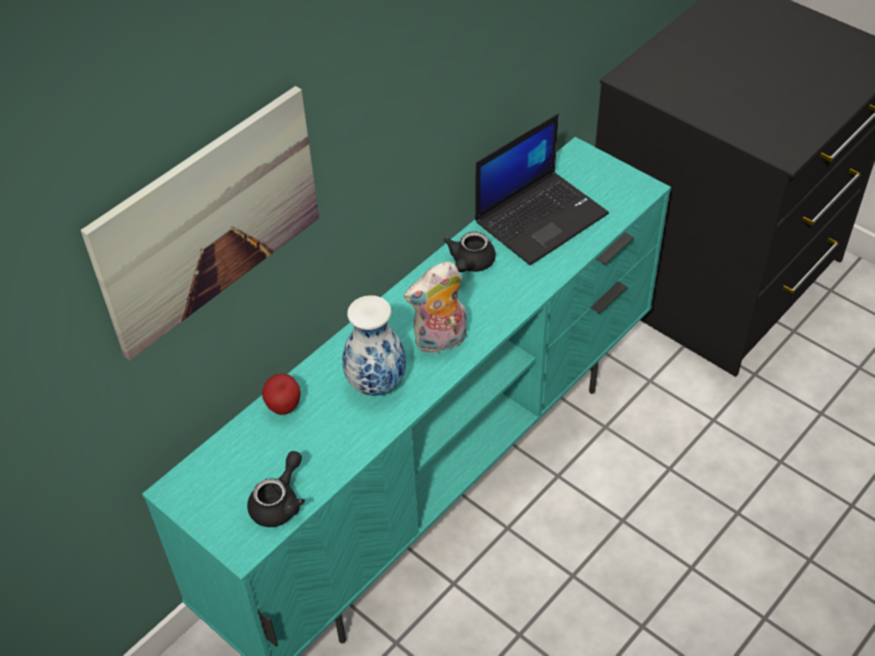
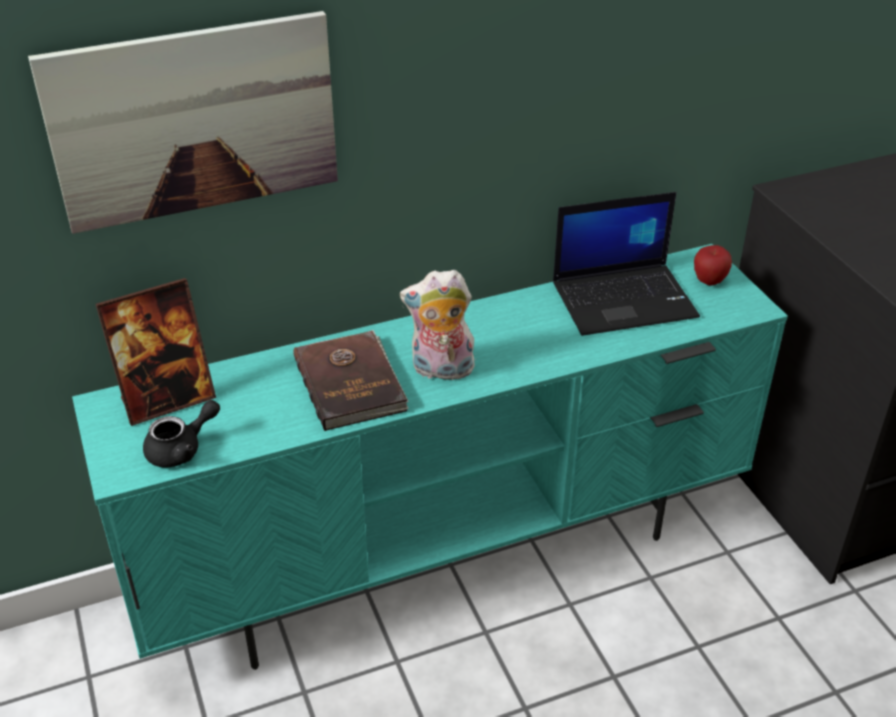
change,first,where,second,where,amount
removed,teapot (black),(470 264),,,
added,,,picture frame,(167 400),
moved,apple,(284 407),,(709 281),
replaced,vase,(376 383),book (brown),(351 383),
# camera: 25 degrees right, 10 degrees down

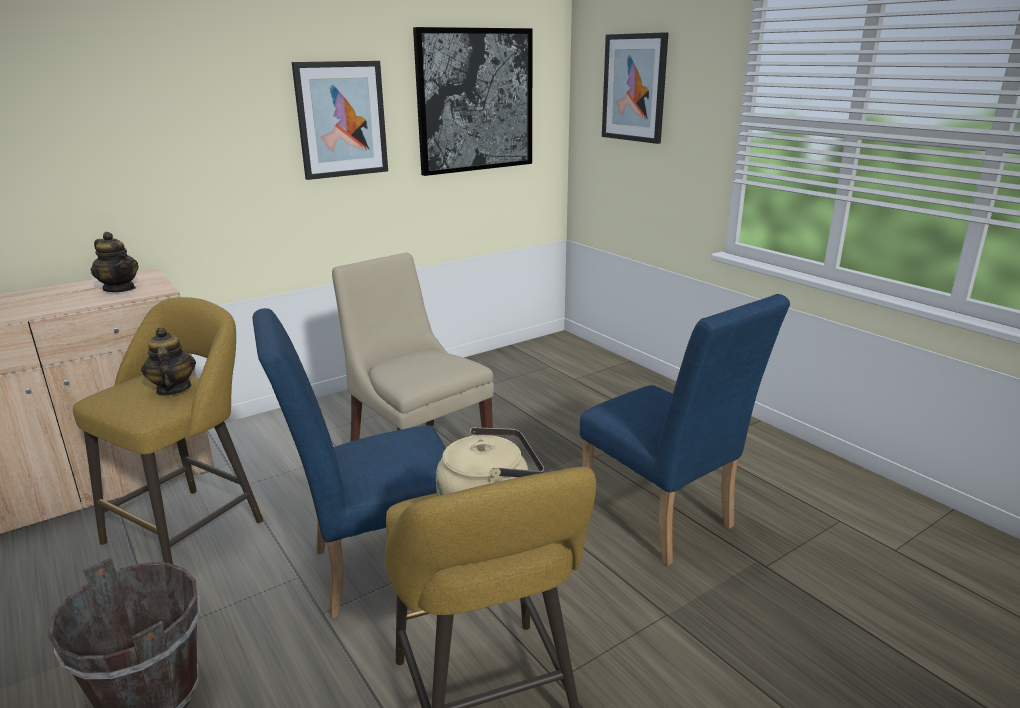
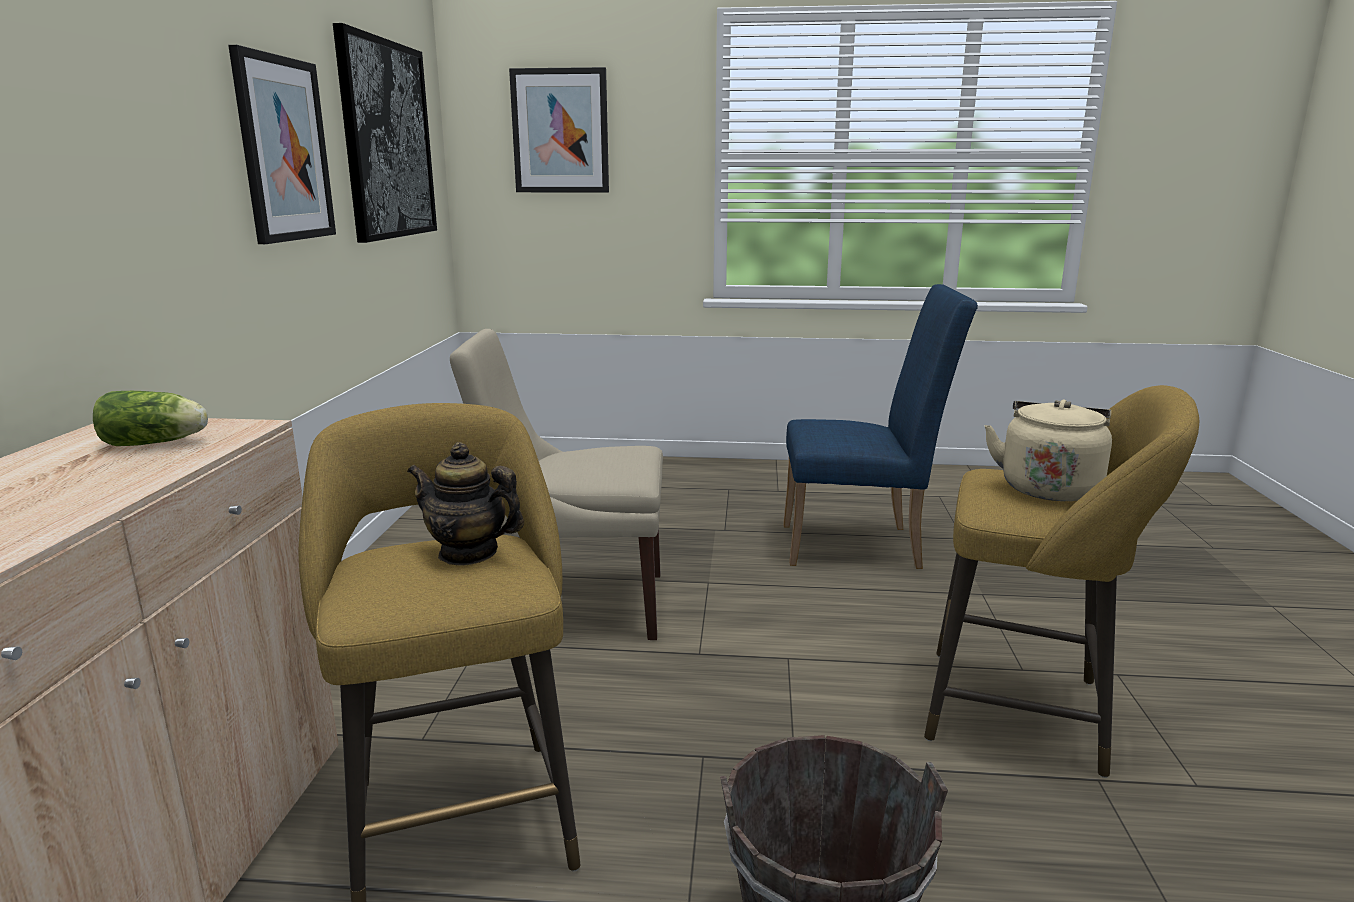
change,first,where,second,where,amount
removed,chair (blue),(375 568),,,
replaced,teapot,(120 289),lettuce,(157 443),
# camera: 50 degrees left, 5 degrees down

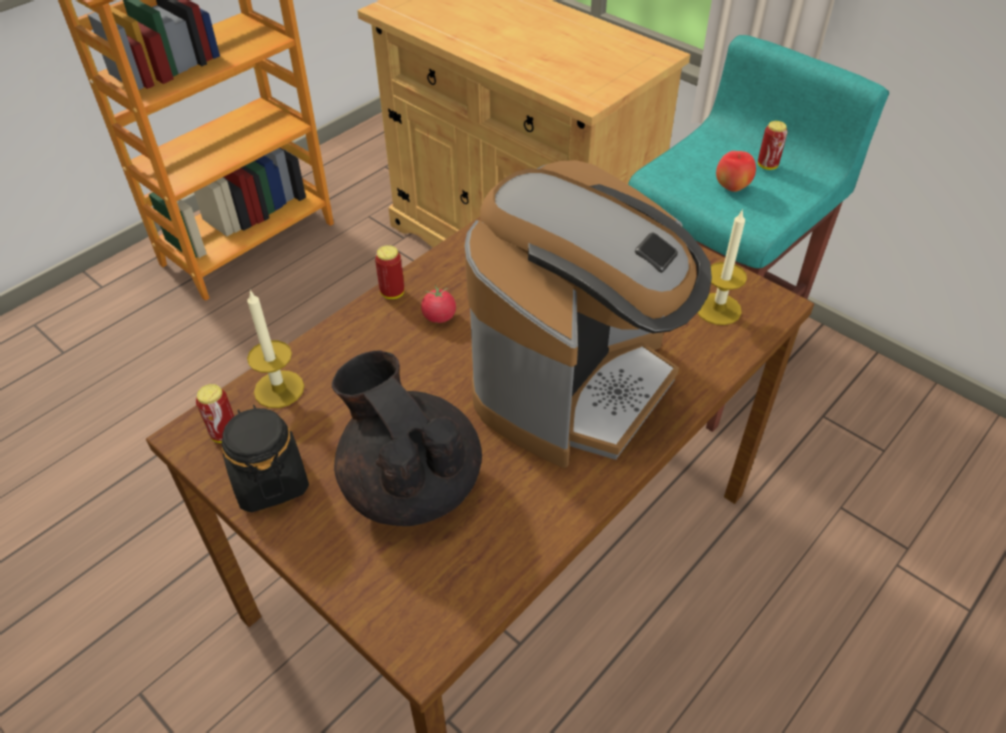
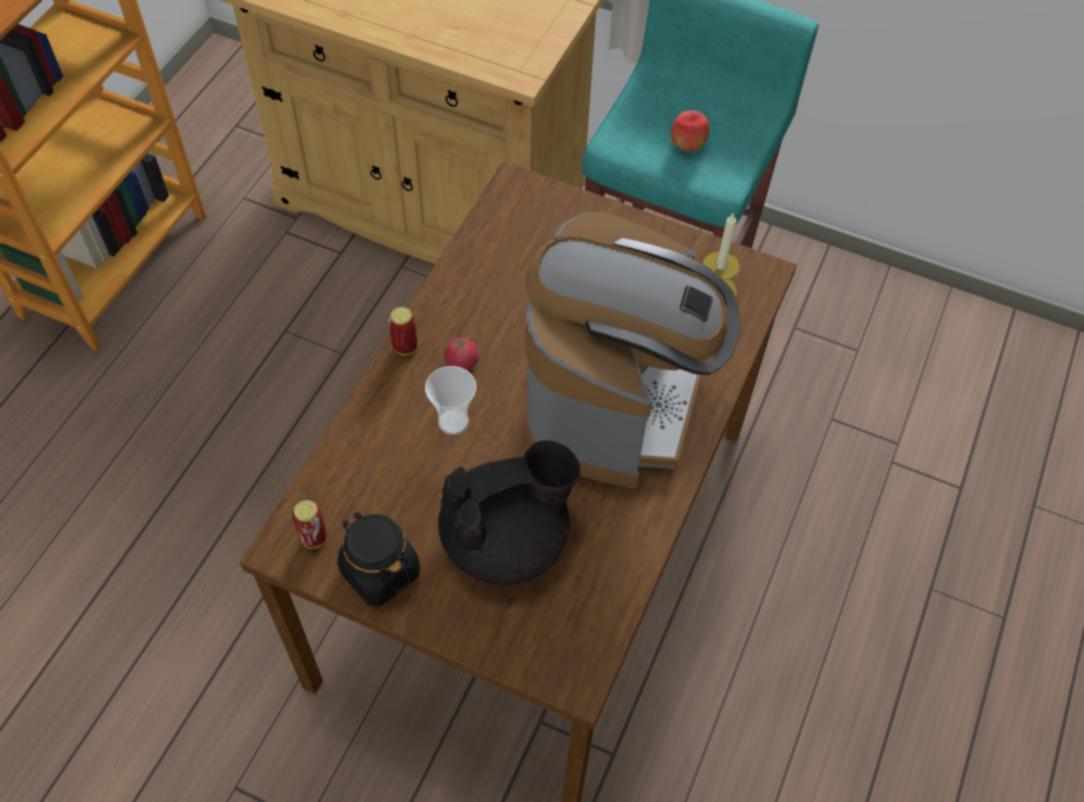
change,first,where,second,where,amount
removed,candle,(279 389),,,
removed,can,(767 165),,,
added,,,cup,(453 421),
turned,teapot (black),(410 484),,(507 539),120 degrees clockwise
# camera: 20 degrees left, 10 degrees up

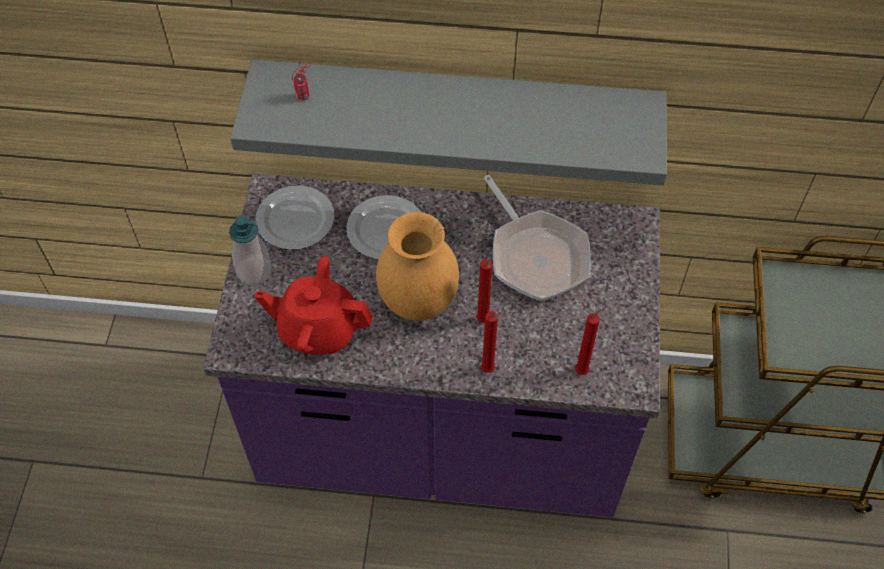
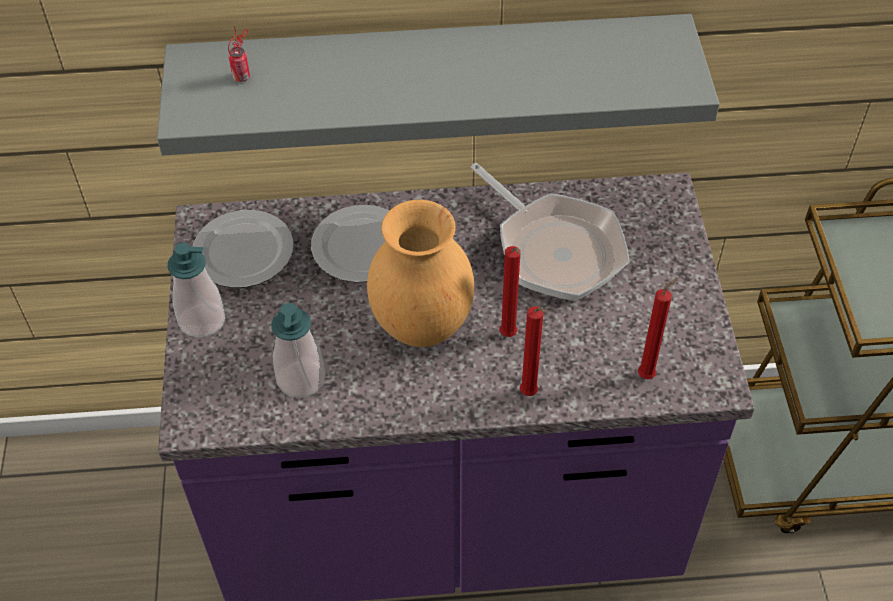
change,first,where,second,where,amount
replaced,teapot (red),(318 329),soap dispenser,(301 379),
# camera: 10 degrees left, 5 degrees down

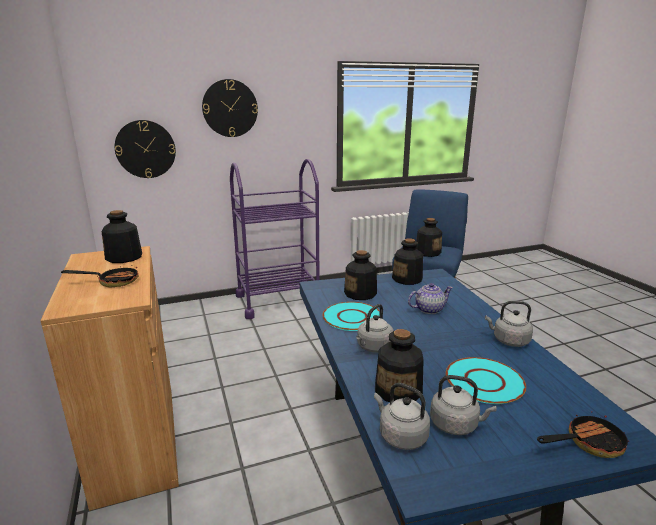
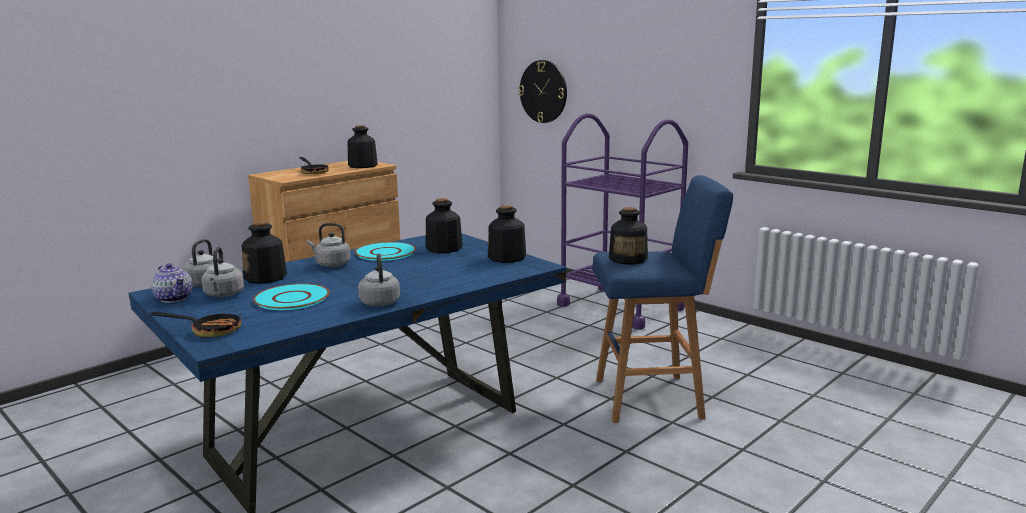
change,first,where,second,where,amount
removed,wall clock,(230 108),,,
moved,teapot,(428 309),,(174 298),
turned,frying pan,(588 443),,(209 331),45 degrees counterclockwise
# camera: 65 degrees right, 5 degrees down

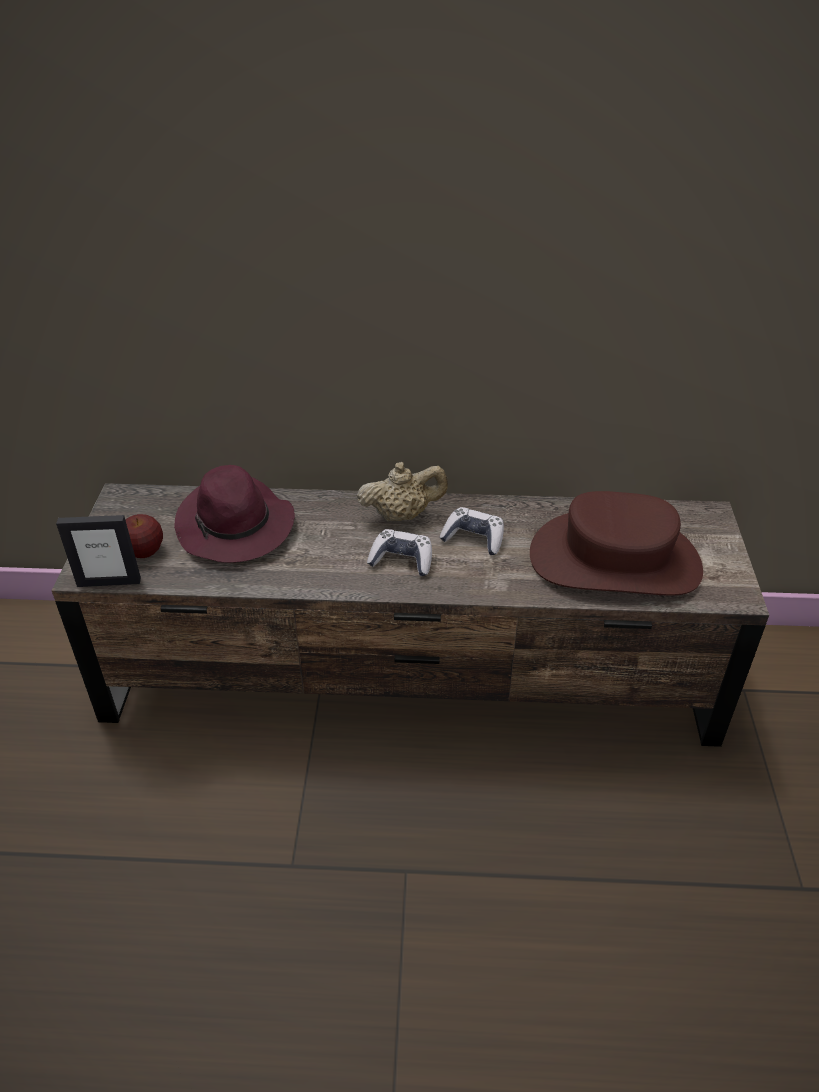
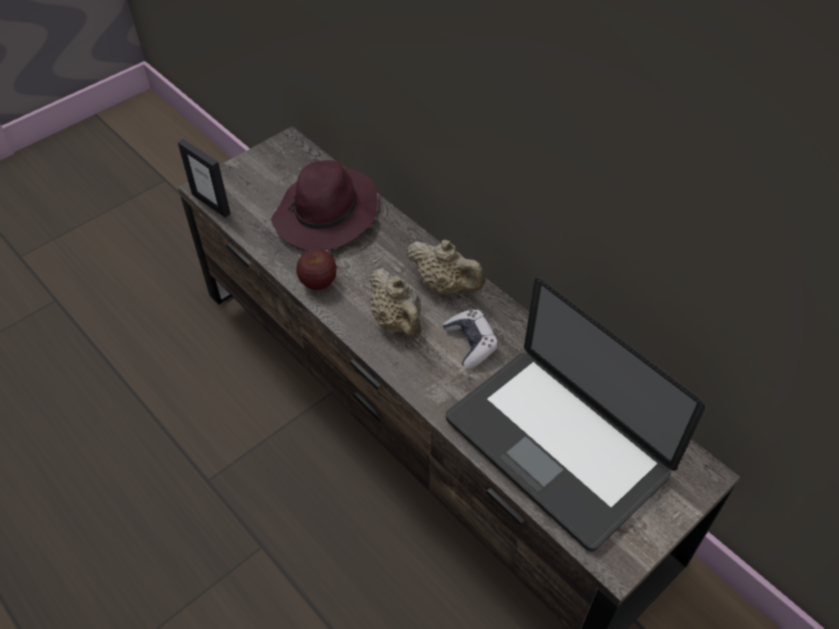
change,first,where,second,where,amount
moved,apple,(144 552),,(318 282),
replaced,game controller,(401 560),teapot (beige),(398 322),
replaced,hat (brown),(615 560),laptop,(555 447),
# camera: 45 degrees right, 10 degrees up

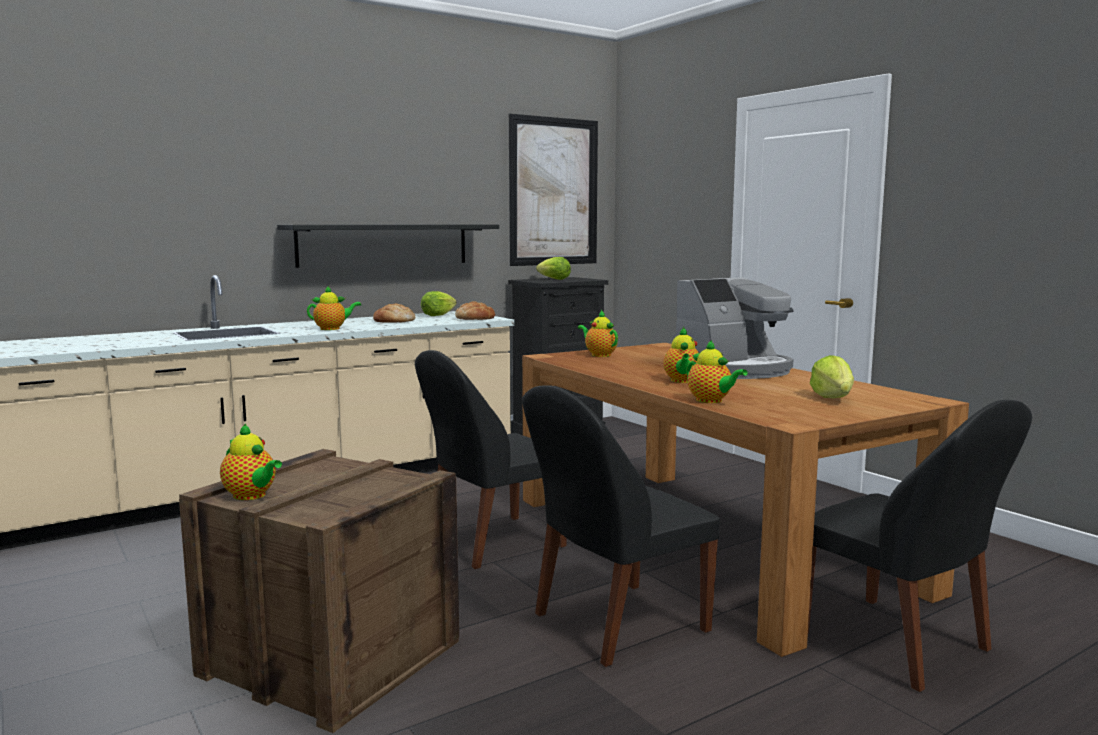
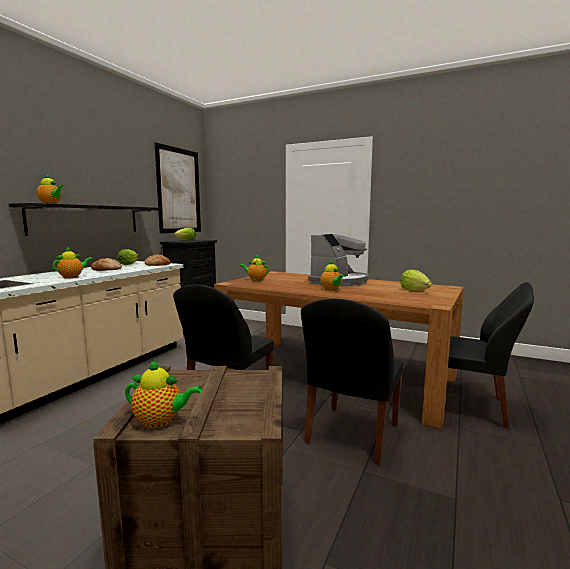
change,first,where,second,where,amount
moved,teapot,(711 401),,(51 203),
# camera: 30 degrees left, 0 degrees up

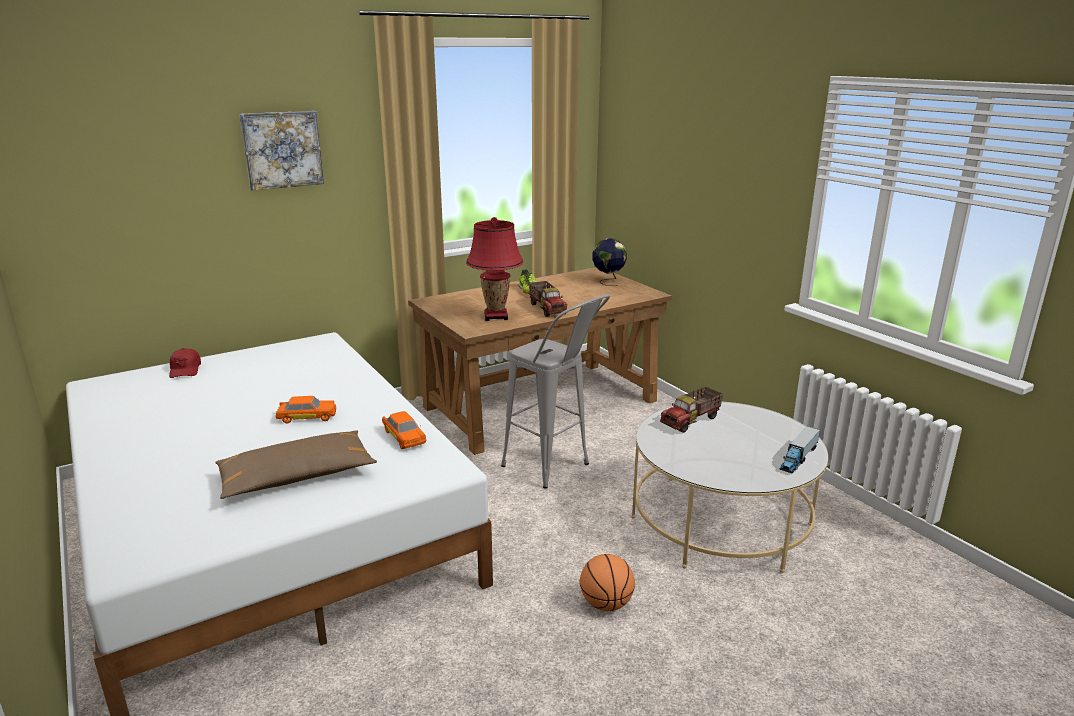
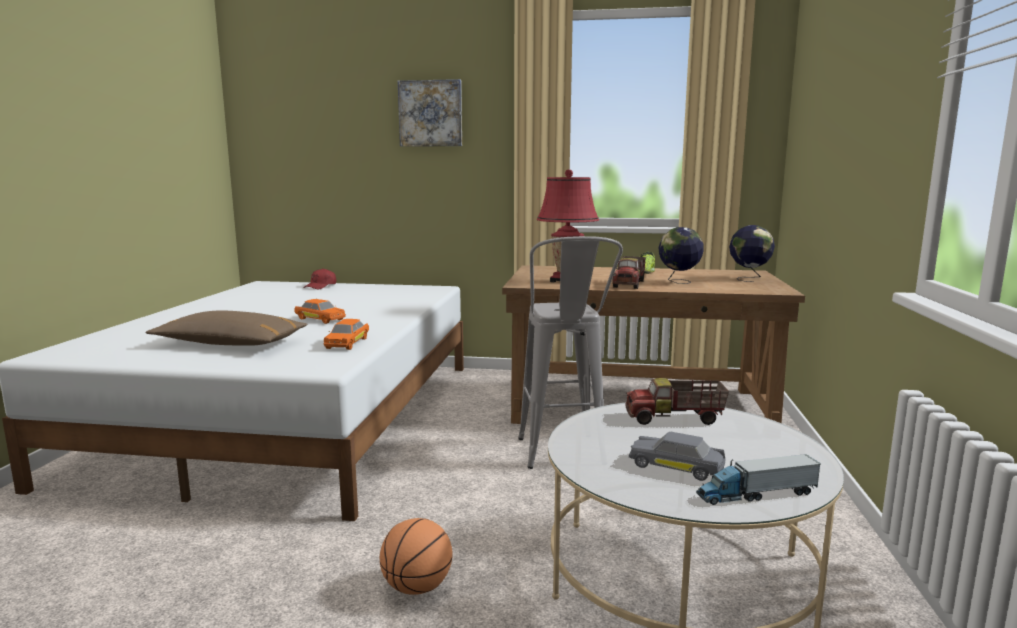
change,first,where,second,where,amount
added,,,toy car (grey),(676 467),
added,,,globe,(679 282),
# camera: 40 degrees right, 10 degrees down

